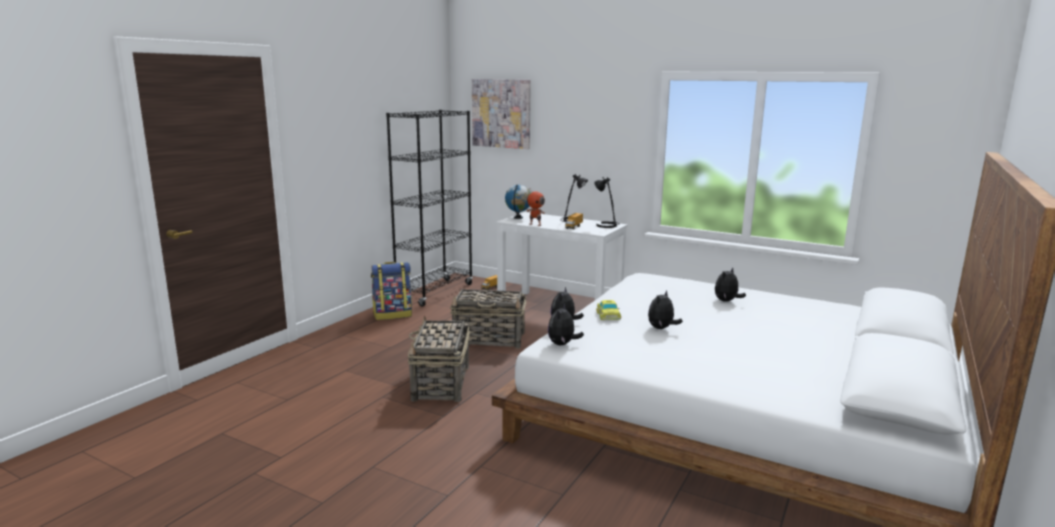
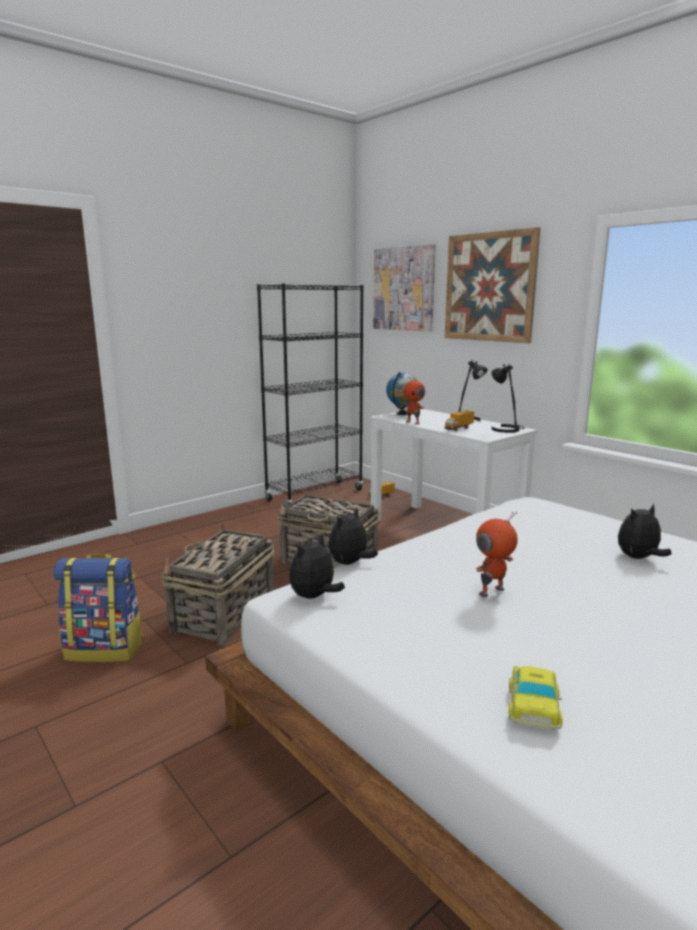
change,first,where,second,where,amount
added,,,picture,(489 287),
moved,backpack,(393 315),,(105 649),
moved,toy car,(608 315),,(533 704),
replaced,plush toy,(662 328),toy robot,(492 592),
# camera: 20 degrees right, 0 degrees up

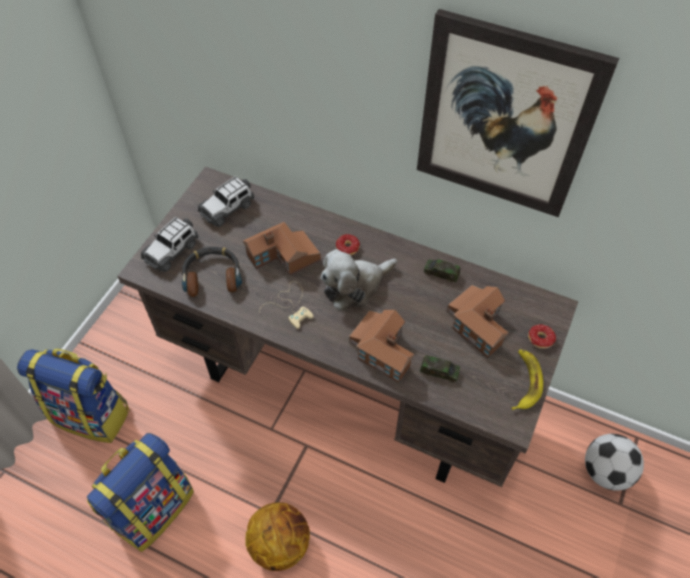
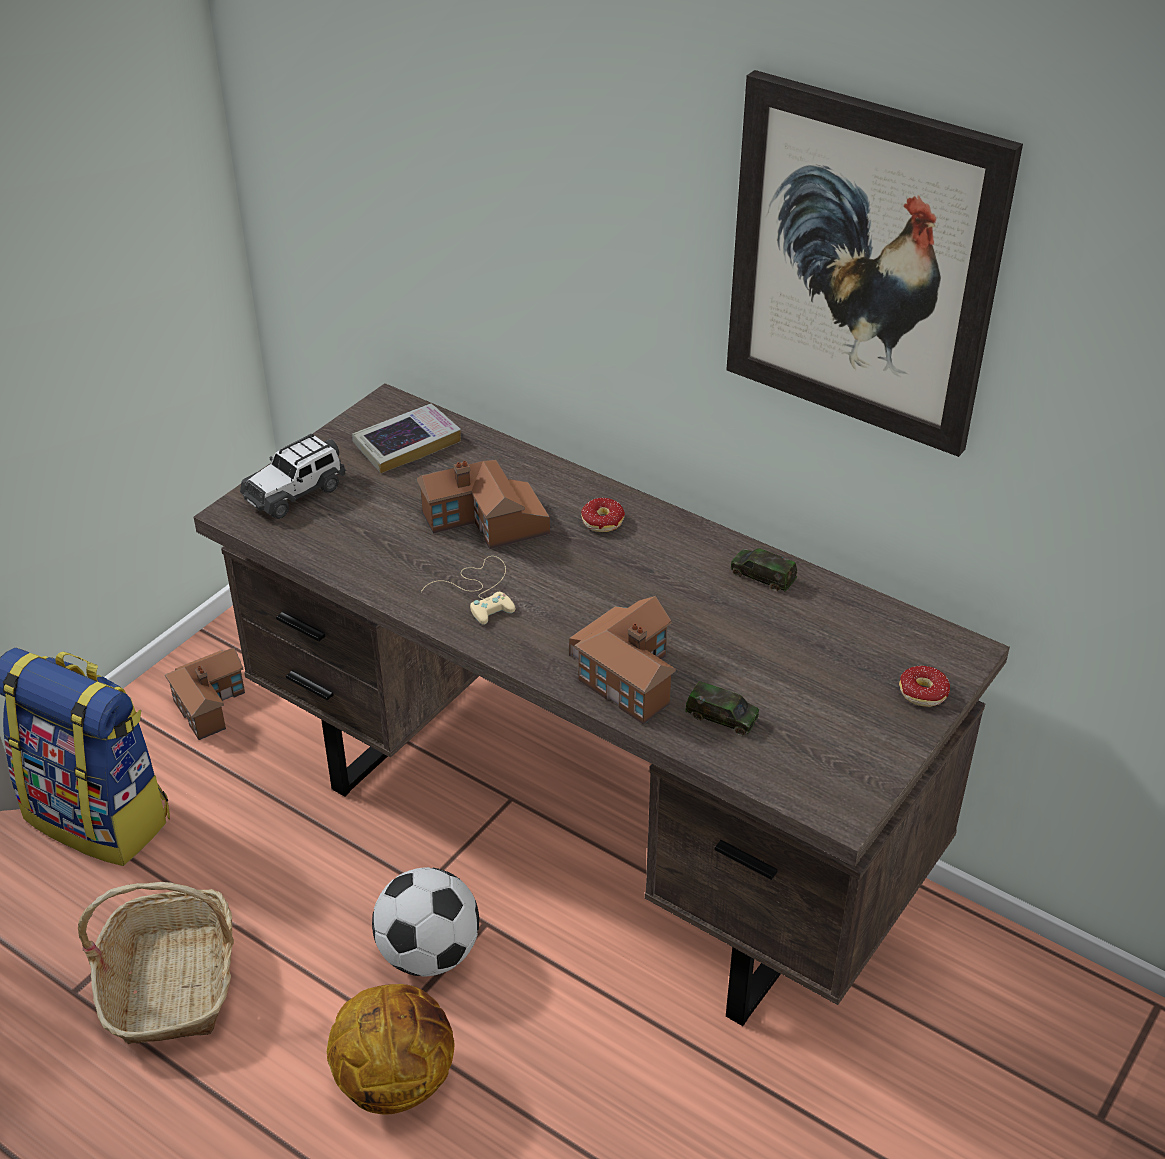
change,first,where,second,where,amount
removed,headphones,(212 275),,,
removed,plush toy,(355 286),,,
removed,banana,(524 381),,,
moved,toy house,(477 324),,(210 700),
moved,football,(605 471),,(429 953),
replaced,backpack,(152 507),basket,(172 982),
replaced,toy car,(227 208),book,(407 444),
# camera: 10 degrees right, 15 degrees down

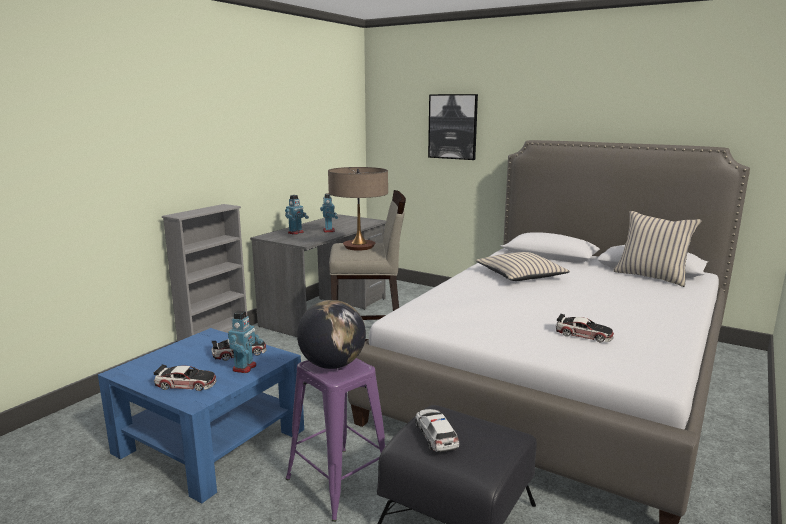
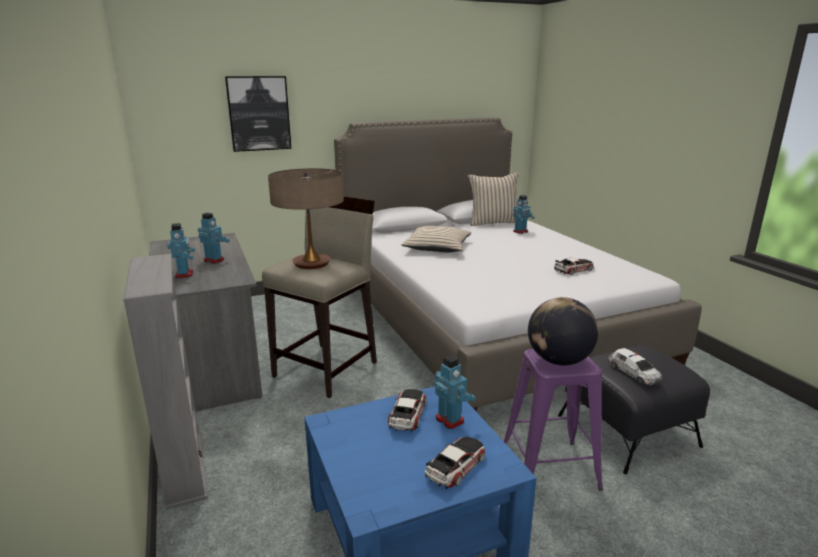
change,first,where,second,where,amount
added,,,toy robot,(520 231),
turned,toy car,(435 435),,(634 373),135 degrees counterclockwise
# camera: 55 degrees left, 5 degrees up

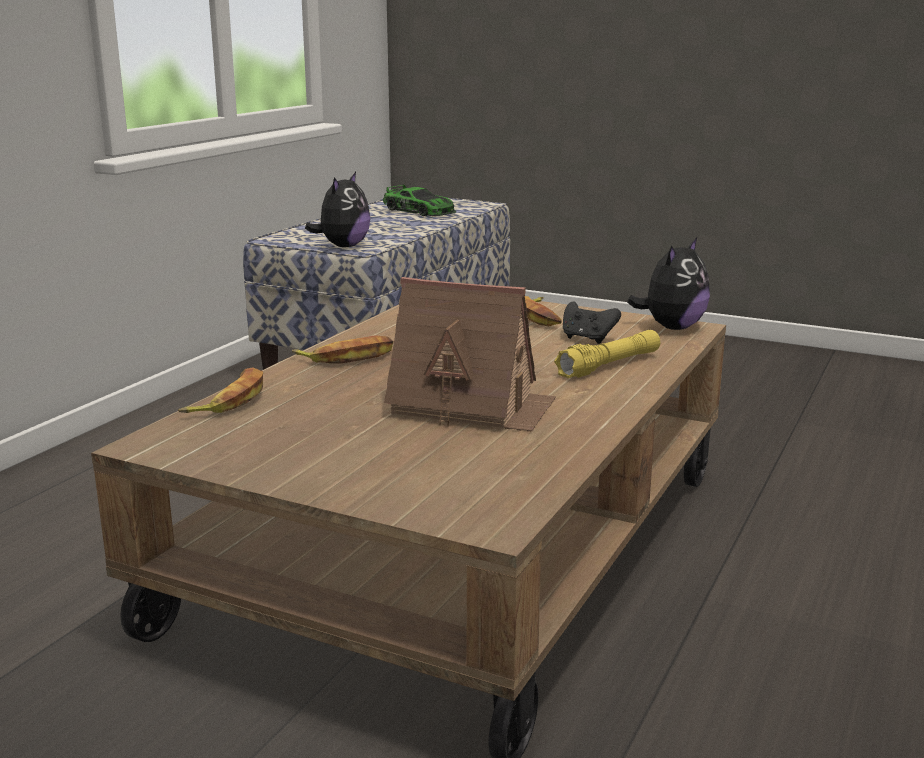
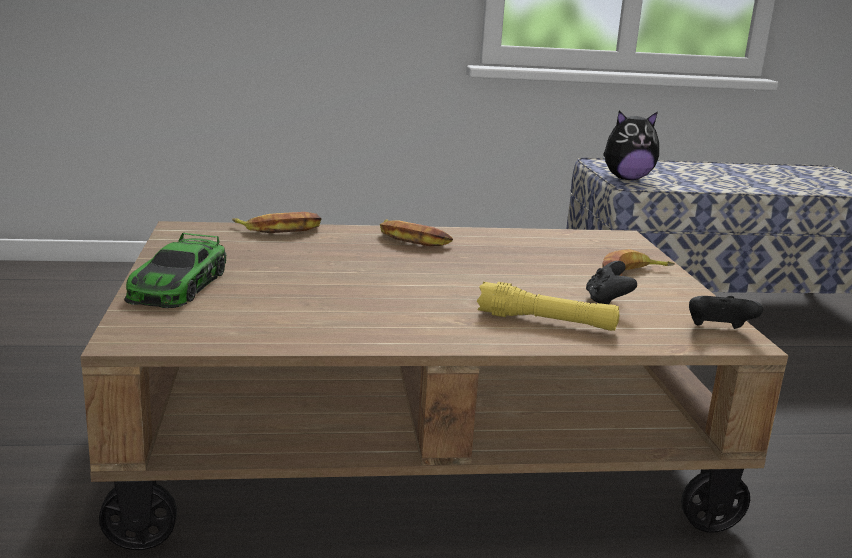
change,first,where,second,where,amount
removed,toy house,(471 406),,,
moved,toy car,(419 211),,(178 285),
replaced,plush toy,(672 327),game controller (black),(718 330),
# camera: 55 degrees right, 0 degrees up

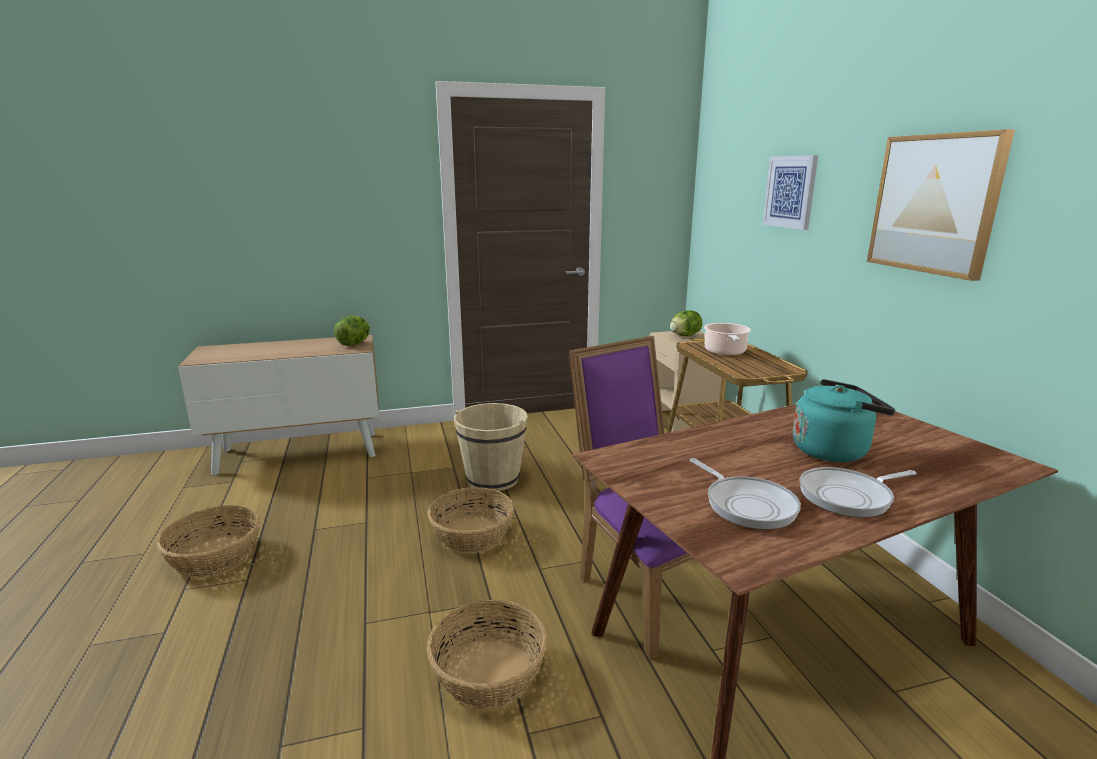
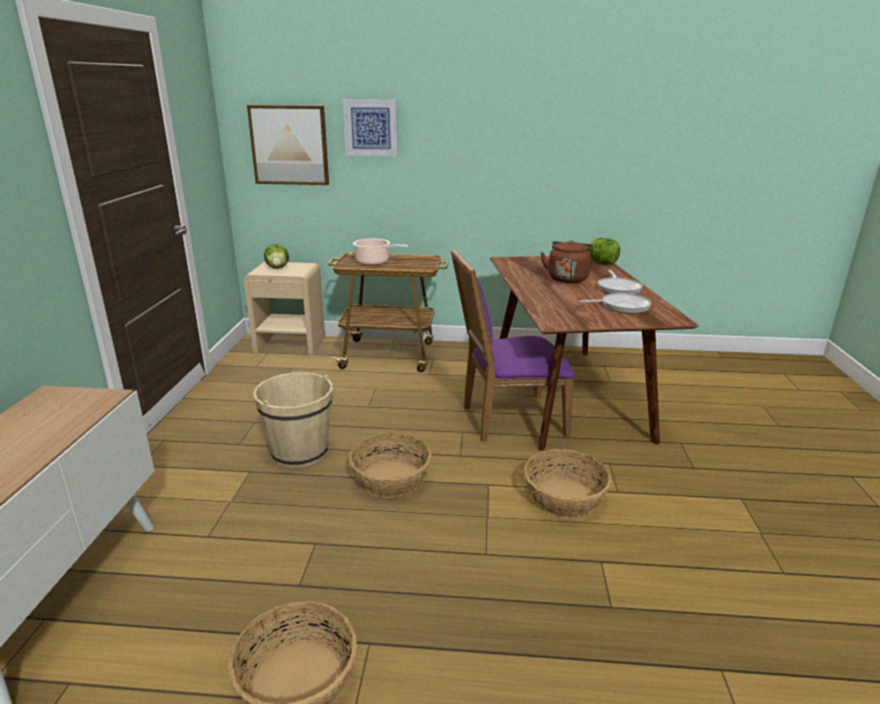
change,first,where,second,where,amount
moved,lettuce,(354 344),,(601 263),
moved,picture,(935 204),,(289 145),
recoloured,kettle (turquoise),(833 450),kettle (brown),(567 278),
# camera: 70 degrees left, 5 degrees up

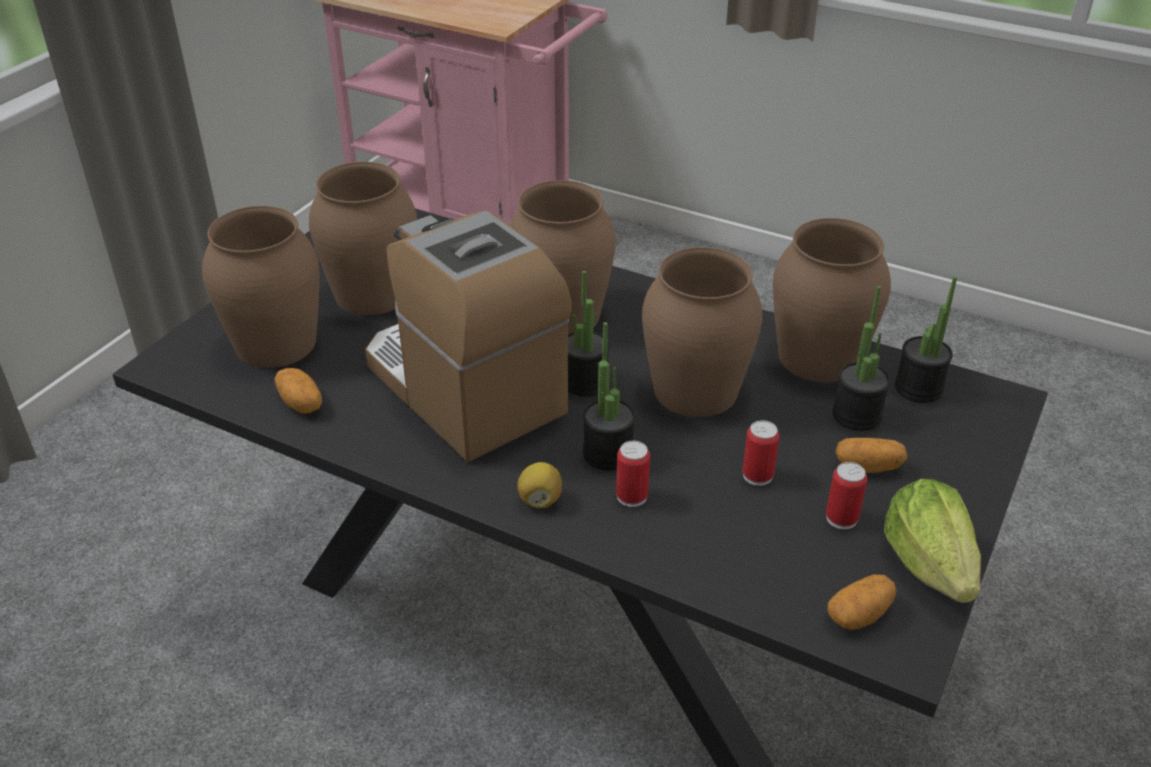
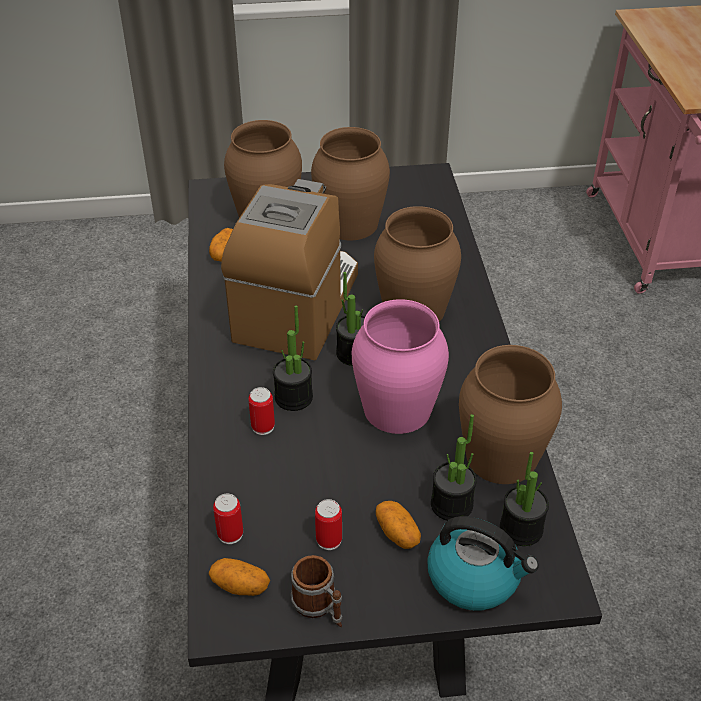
change,first,where,second,where,amount
removed,lemon,(540 499),,,
added,,,kettle,(475 578),
moved,can,(757 475),,(230 534),
replaced,lettuce,(929 565),mug,(319 607),
recoloured,vase (brown),(696 390),vase (pink),(398 409),
# camera: 55 degrees right, 5 degrees up

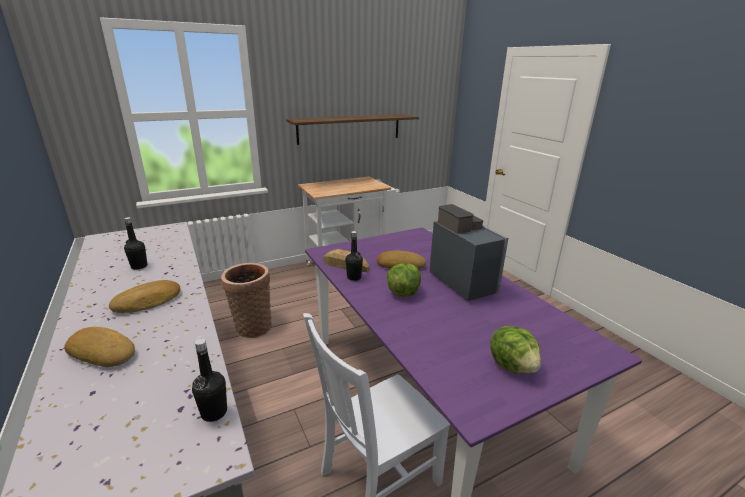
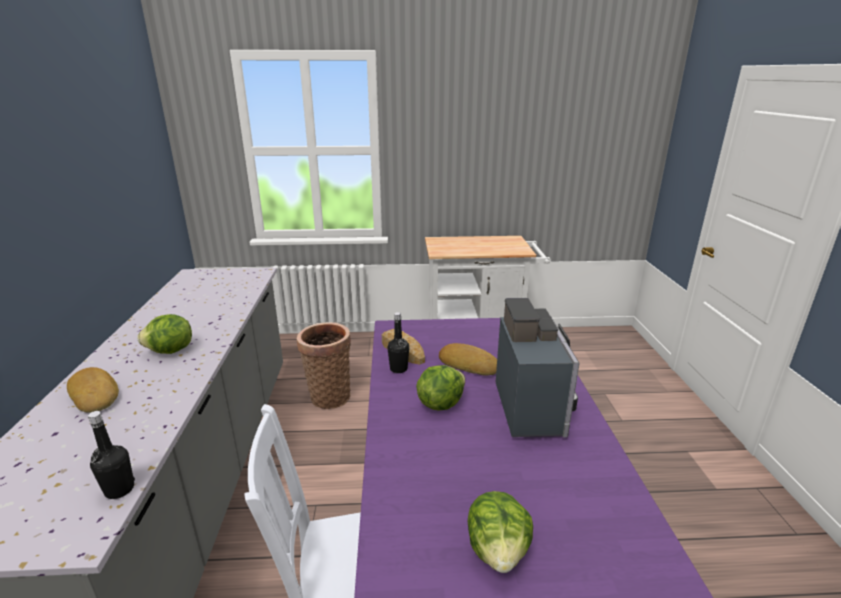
change,first,where,second,where,amount
removed,bottle (black),(139 266),,,
removed,shelf,(349 128),,,
replaced,bread,(148 301),lettuce,(170 351),
# camera: 25 degrees right, 0 degrees up

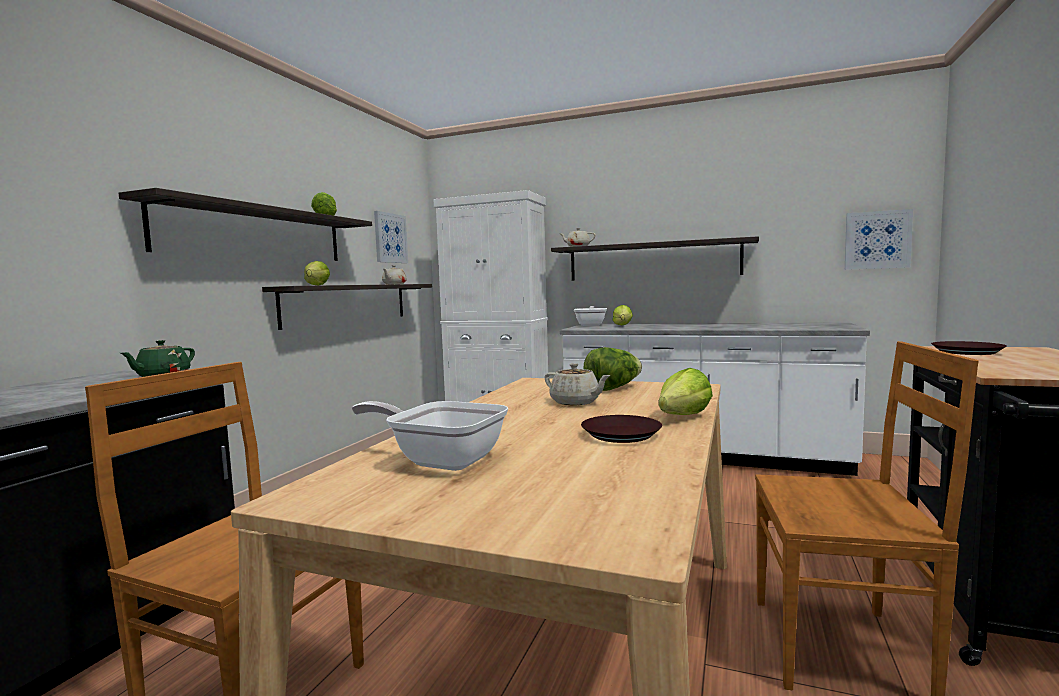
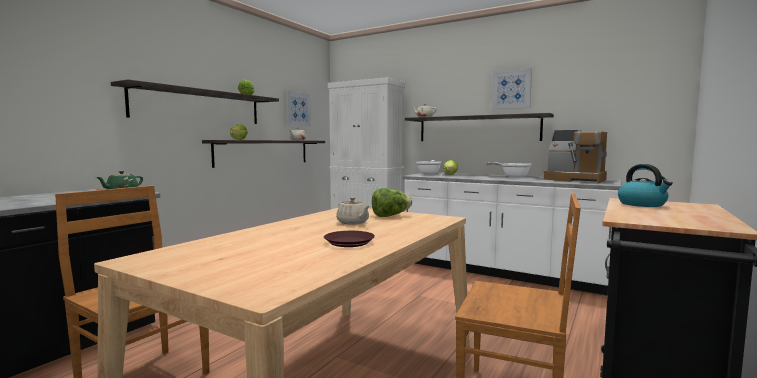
change,first,where,second,where,amount
removed,lettuce,(677 419),,,
added,,,coffee machine,(575 180),
moved,frying pan,(440 460),,(512 176),
moved,picture,(877 240),,(511 89),
replaced,plate (brown),(966 352),kettle,(642 204),
# camera: 10 degrees right, 0 degrees up

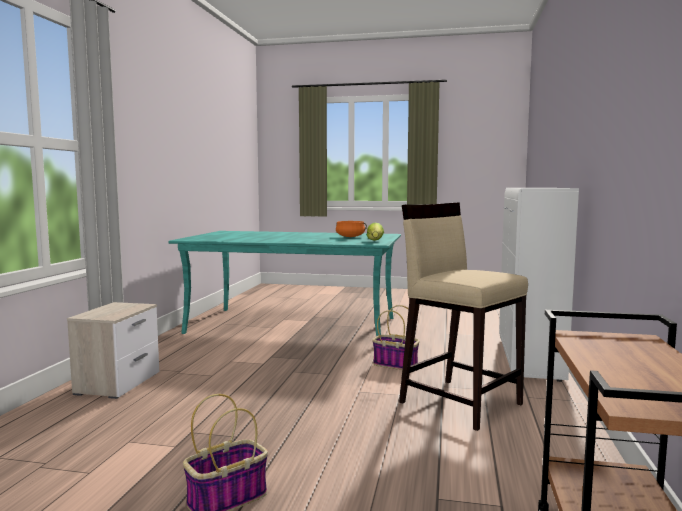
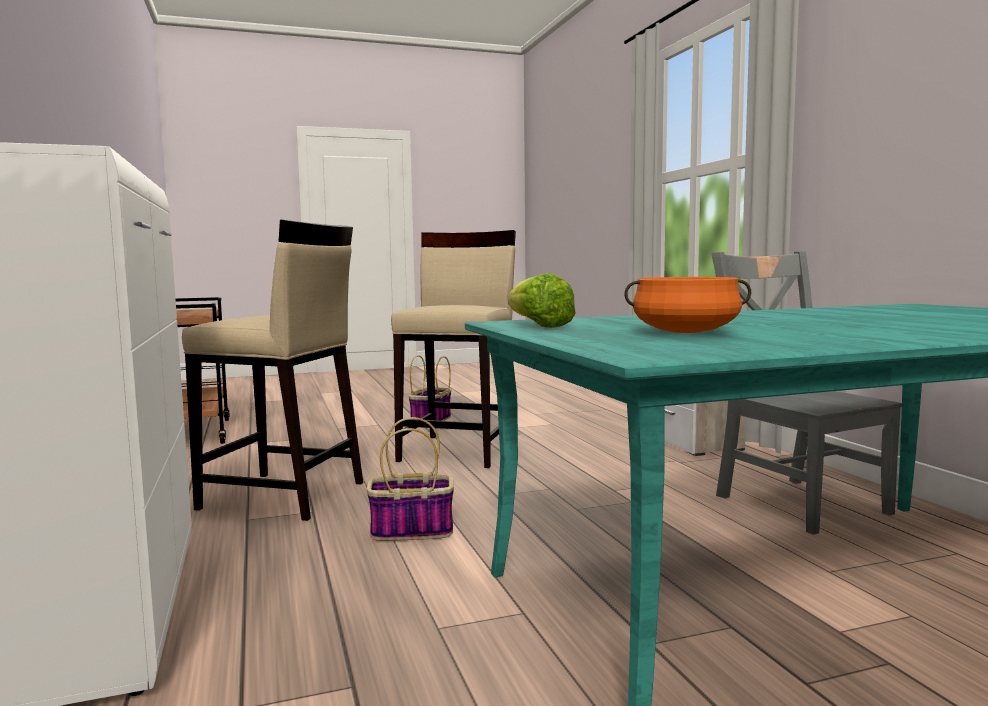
change,first,where,second,where,amount
added,,,stool (beige),(459 451),
added,,,chair (grey),(796 502),
# camera: 150 degrees right, 0 degrees up

